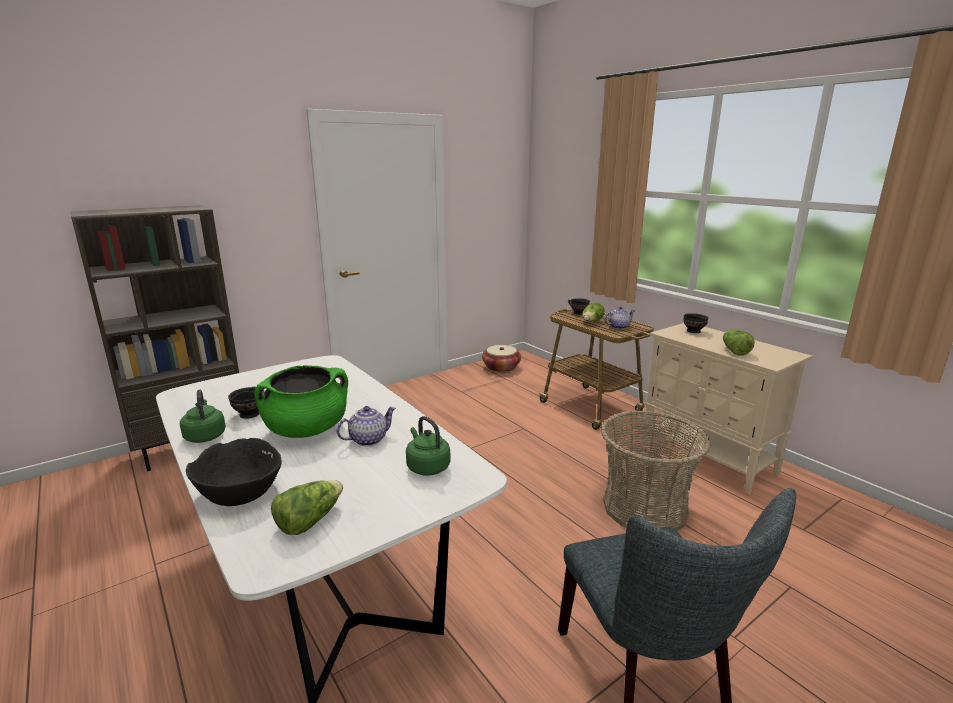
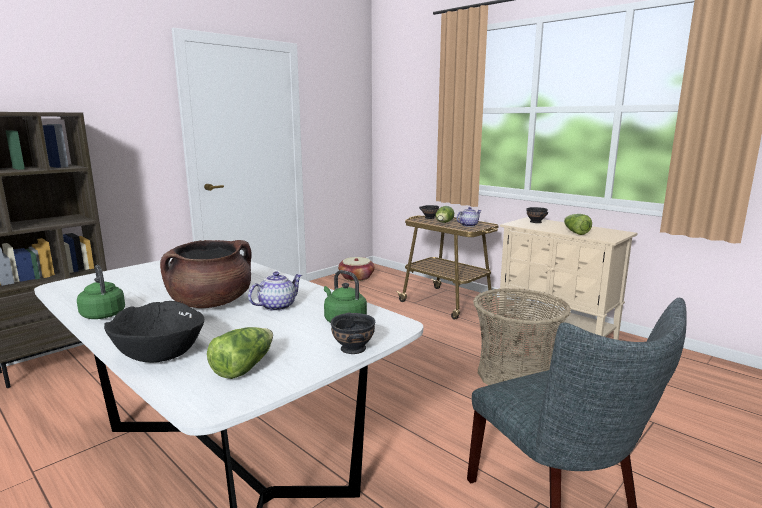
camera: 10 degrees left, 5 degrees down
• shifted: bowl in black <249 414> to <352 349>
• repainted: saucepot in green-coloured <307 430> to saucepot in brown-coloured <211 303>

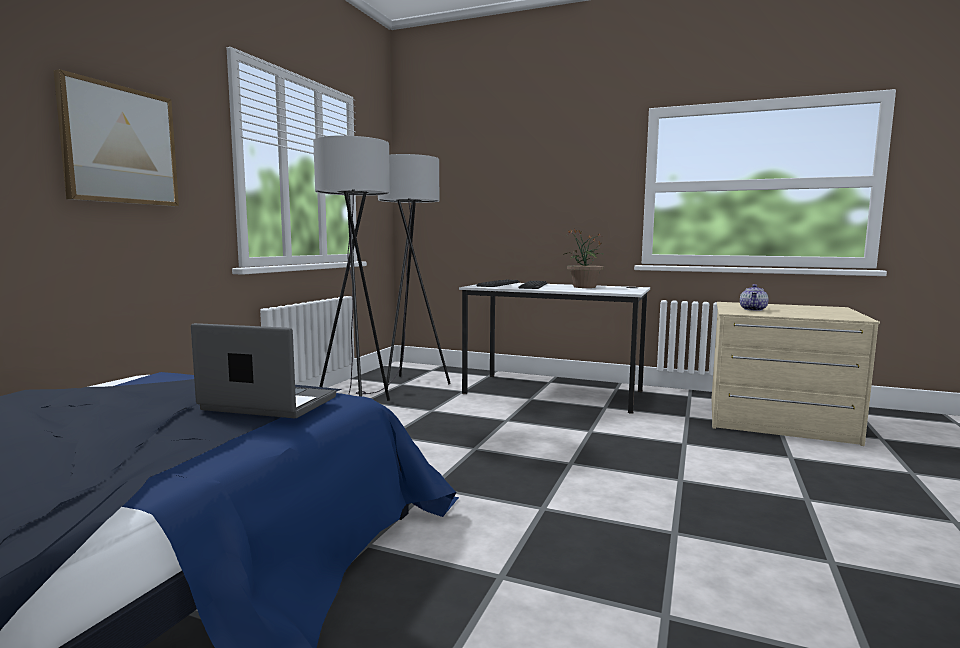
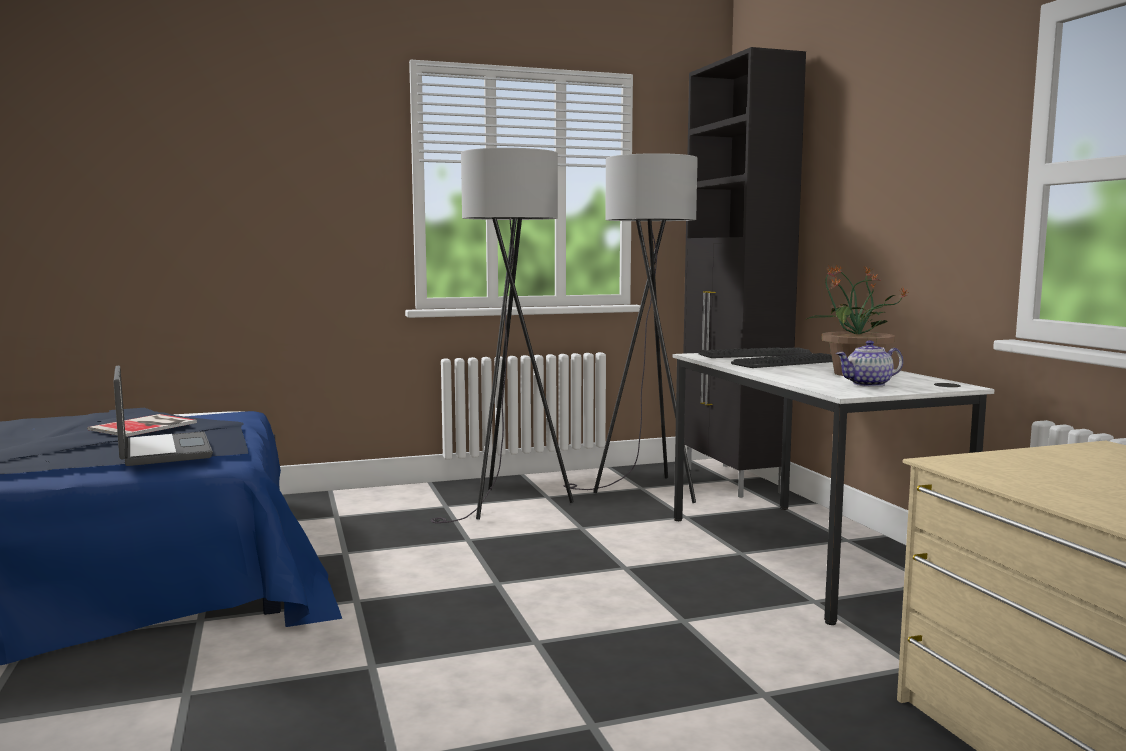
camera: 50 degrees right, 0 degrees up
• gone: picture <119 145>
• new: bound book <146 426>
• new: storage cabinet in black <732 481>
• shifted: teapot <753 309> to <868 384>

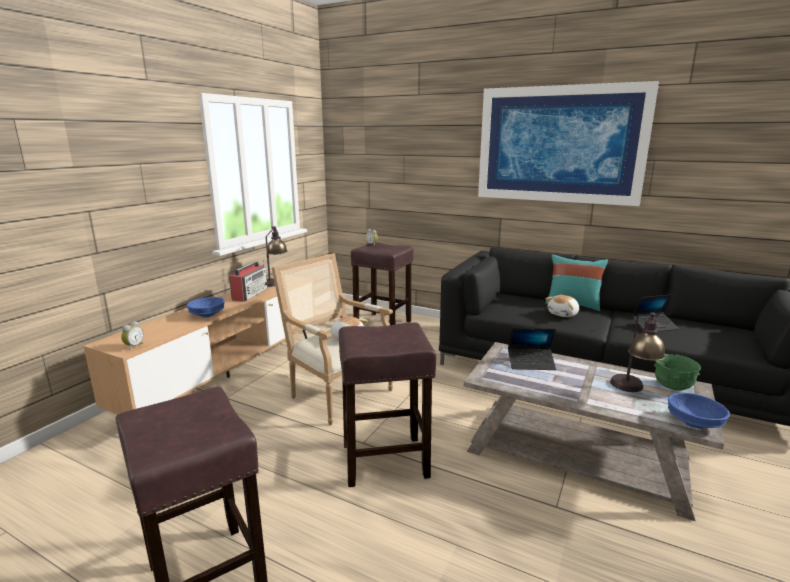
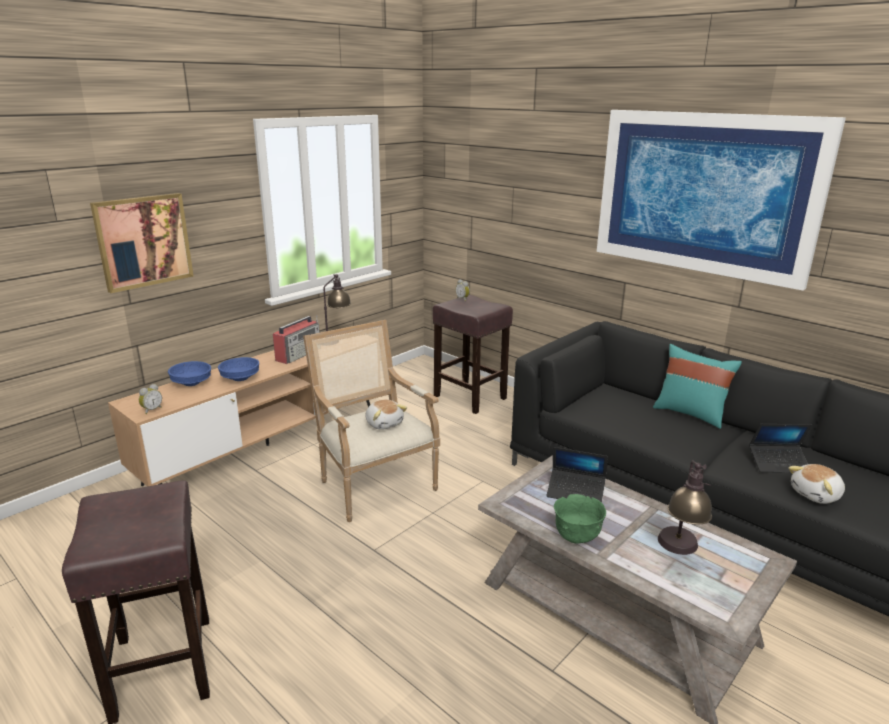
camera: 15 degrees right, 5 degrees up
• gone: stool seat in brown-coloured <386 460>
• new: picture <143 241>
• shifted: soft toy <563 314> to <816 495>
• shifted: bowl in green-coloured <672 387> to <577 536>
• shifted: bowl in blue <694 423> to <191 383>

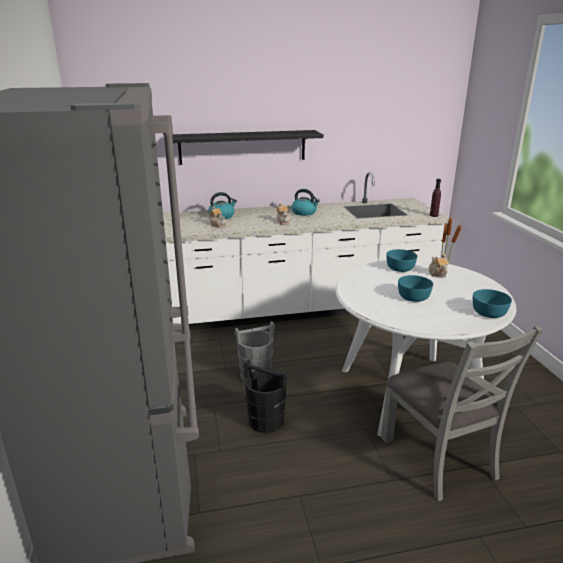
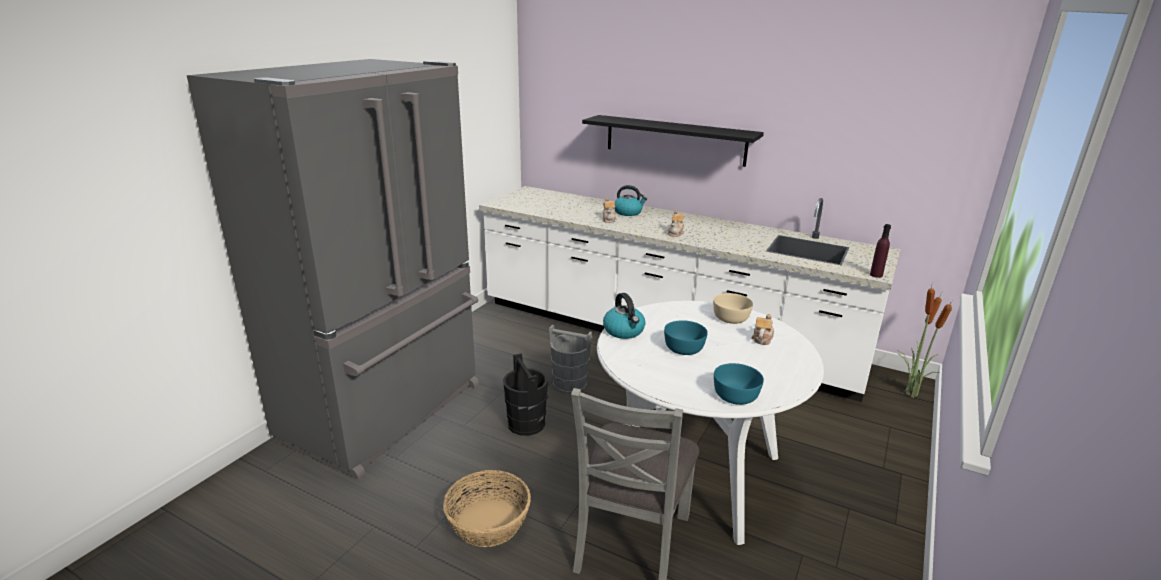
camera: 40 degrees right, 0 degrees up
• new: household basket <489 522>
• shifted: kettle <304 212> to <624 331>
• repainted: bowl in turquoise <400 268> to bowl in beige <731 318>

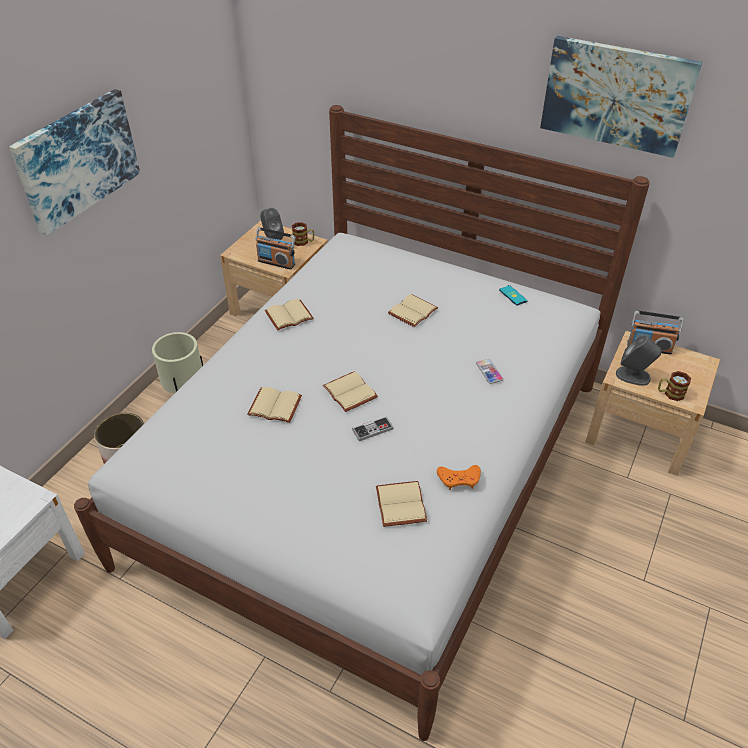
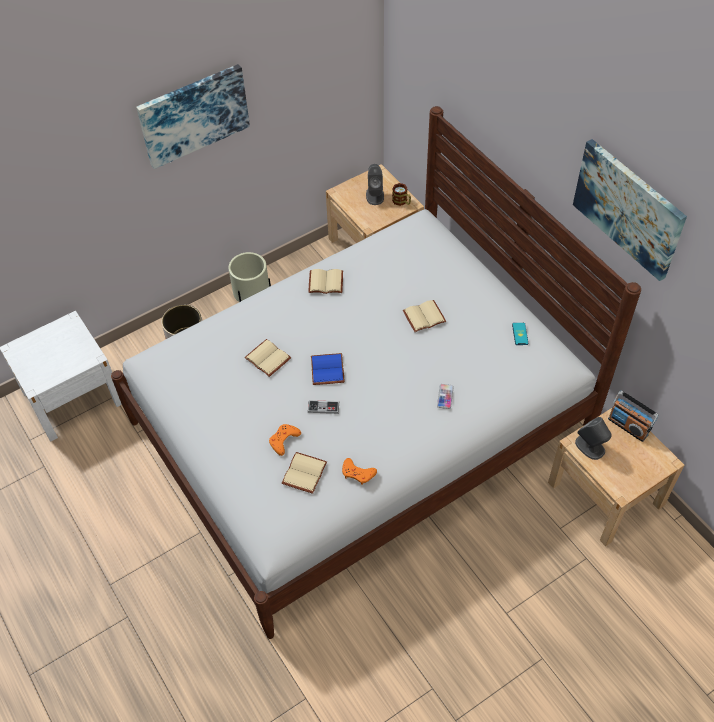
camera: 30 degrees right, 10 degrees up
• gone: radio set <276 262>
• gone: mug <670 393>
• new: joypad in orange-coloured <284 440>
• repainted: bound book in beige <351 392> to bound book in blue <328 370>

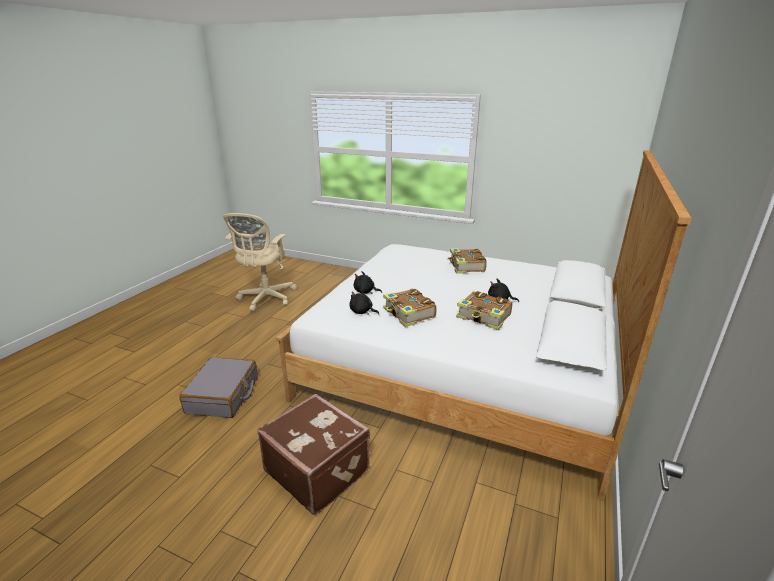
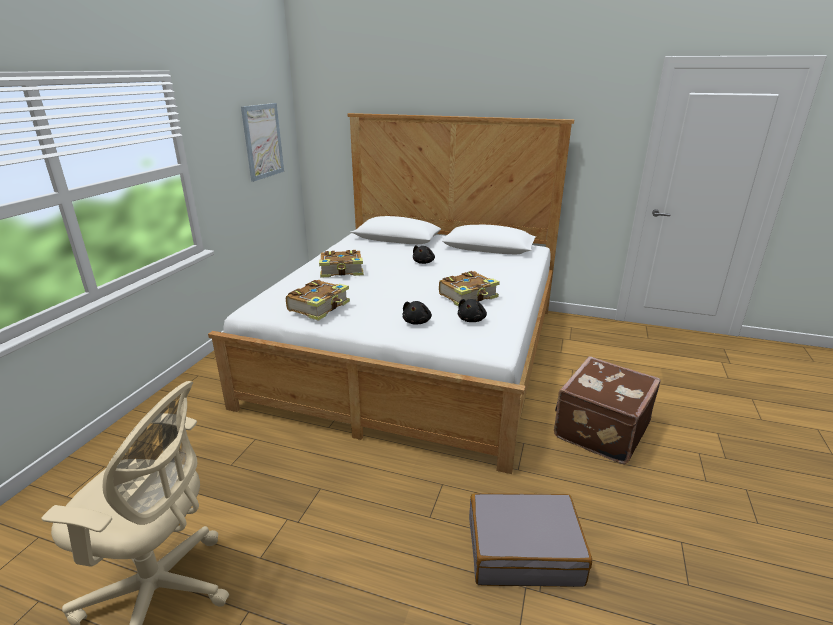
camera: 95 degrees left, 0 degrees up
• new: picture <263 141>
• shifted: bound book <484 317> to <320 307>

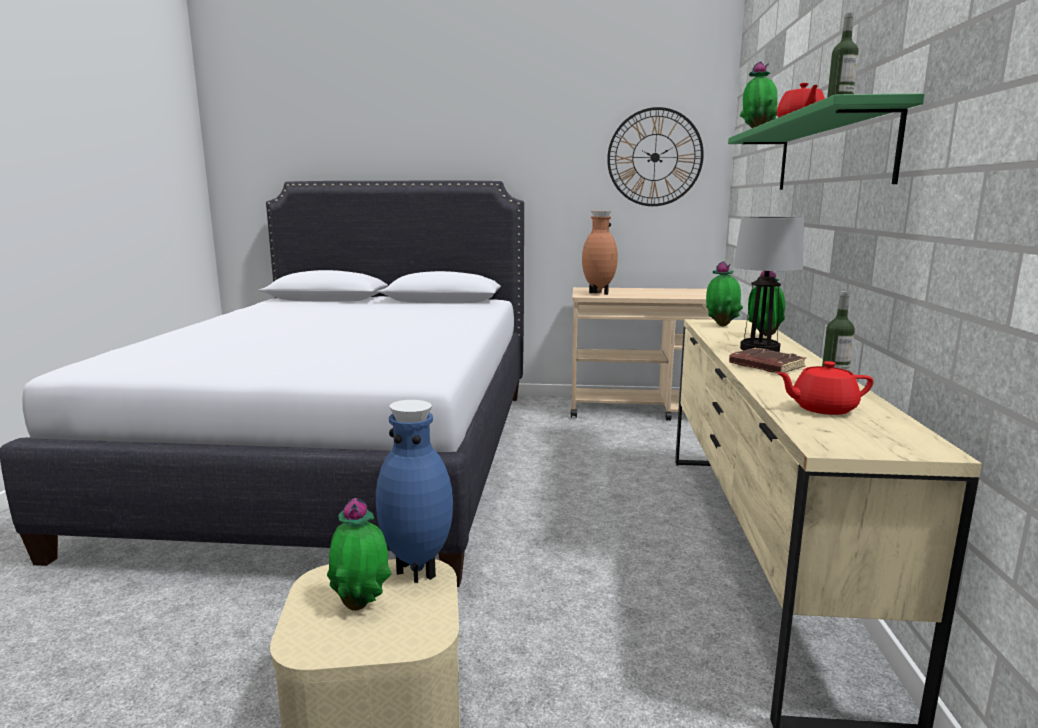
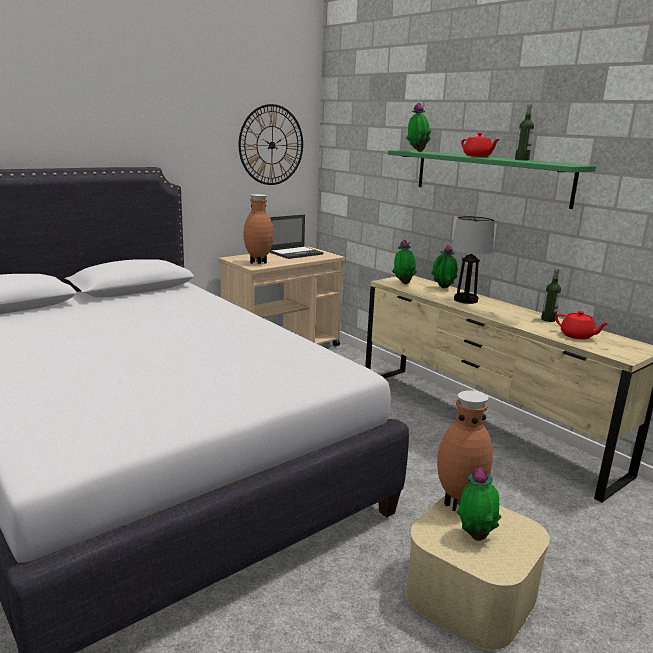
camera: 45 degrees left, 5 degrees up
• gone: bound book in brown-coloured <765 366>
• new: notebook computer <296 253>
• repainted: flower vase in blue <418 570> to flower vase in brown-coloured <458 503>
• rotated: teapot in red-coloured <822 408> = <577 336> 90 degrees counterclockwise

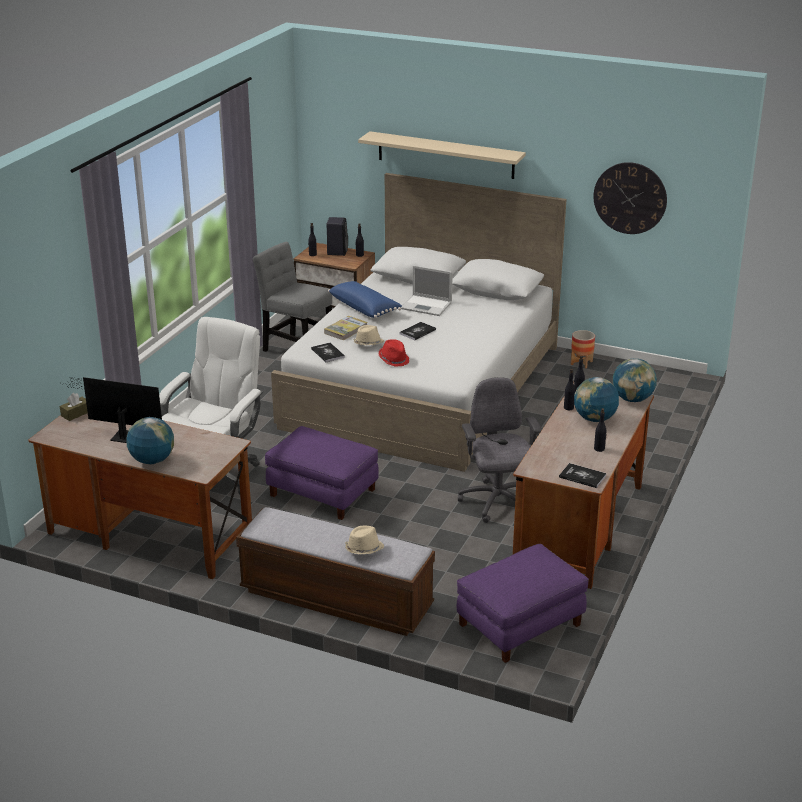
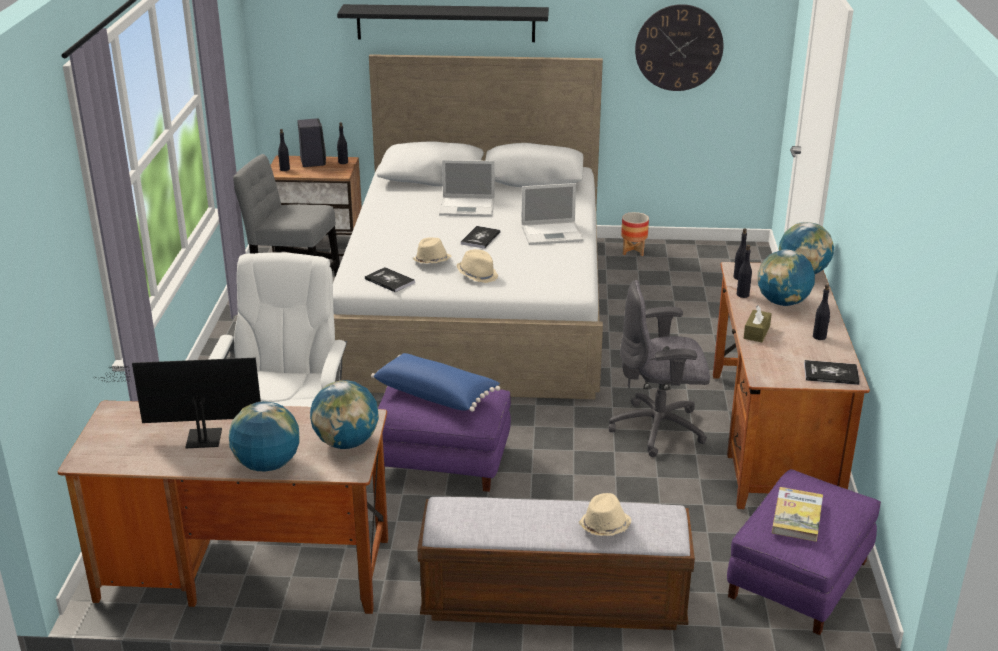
camera: 20 degrees left, 0 degrees up
• new: desk globe <346 442>
• new: notebook computer <553 233>
• shifted: tissue box in brown-coloured <76 413> to <756 332>
• shifted: bound book <346 330> to <797 517>
• shifted: pillow in blue <365 308> to <436 394>
• repainted: wall shelf in beige <445 155> to wall shelf in black <445 23>
• repainted: clothing hat in red-coloured <394 360> to clothing hat in beige <477 275>
• rotated: computer chair in grey <497 502> = <659 429> 60 degrees counterclockwise

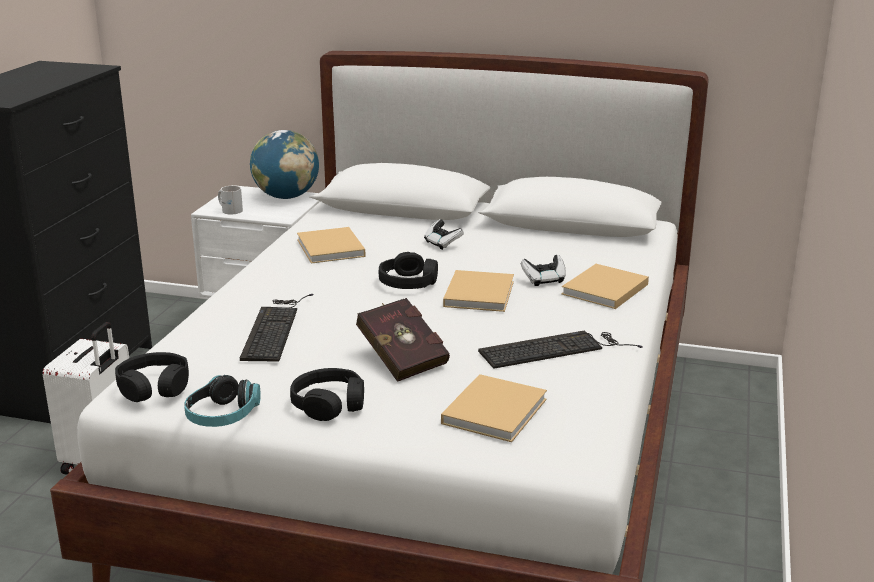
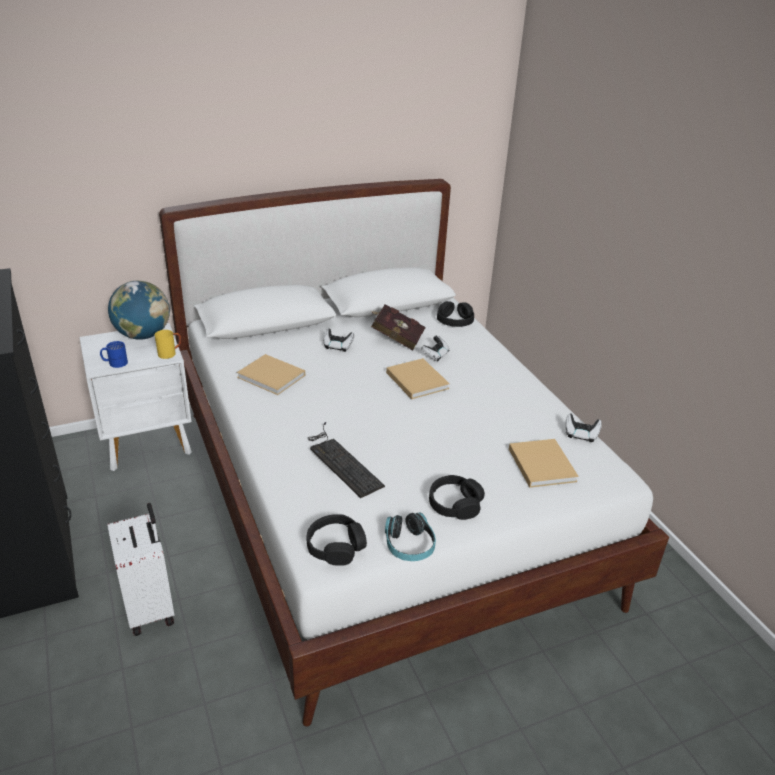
camera: 40 degrees left, 10 degrees up
• gone: PC keyboard <555 349>
• gone: bound book in beige <603 290>
• new: mug in yellow <170 353>
• new: joypad <581 435>
• shifted: bound book in red-coloured <401 358> to <395 338>
• shifted: pair of headphones in black <408 282> to <454 321>
• repainted: mug in white-coloured <230 209> to mug in blue <115 362>

